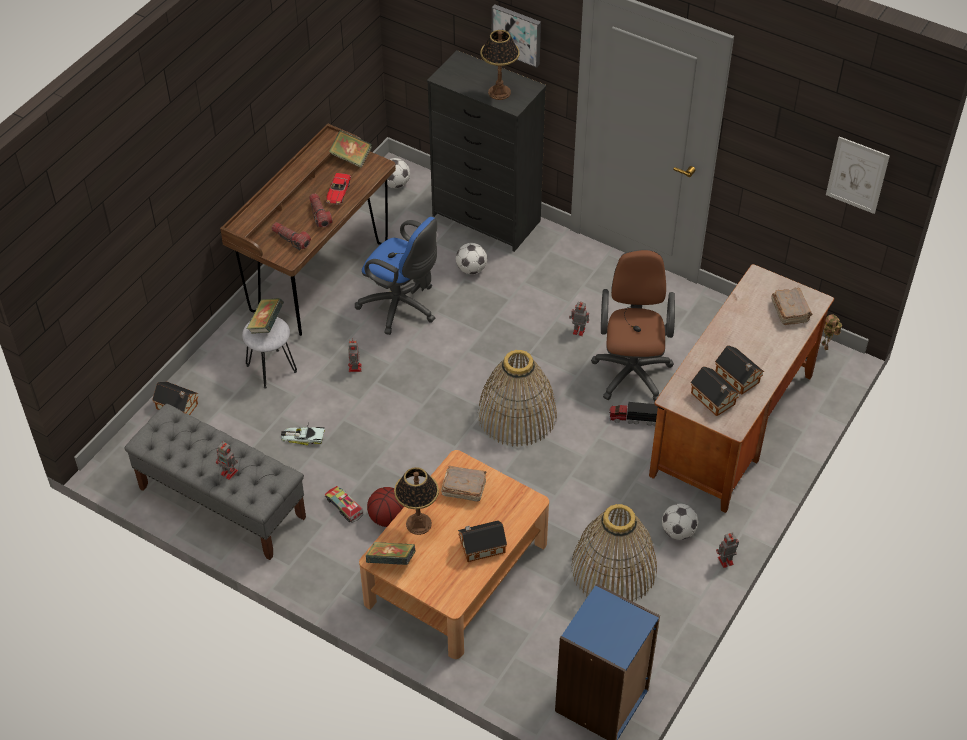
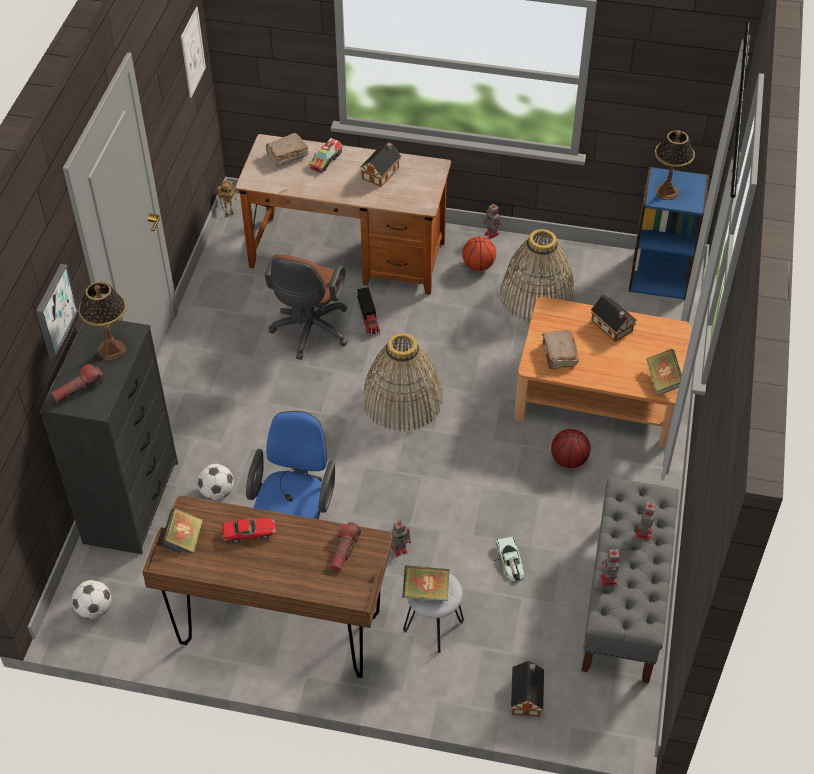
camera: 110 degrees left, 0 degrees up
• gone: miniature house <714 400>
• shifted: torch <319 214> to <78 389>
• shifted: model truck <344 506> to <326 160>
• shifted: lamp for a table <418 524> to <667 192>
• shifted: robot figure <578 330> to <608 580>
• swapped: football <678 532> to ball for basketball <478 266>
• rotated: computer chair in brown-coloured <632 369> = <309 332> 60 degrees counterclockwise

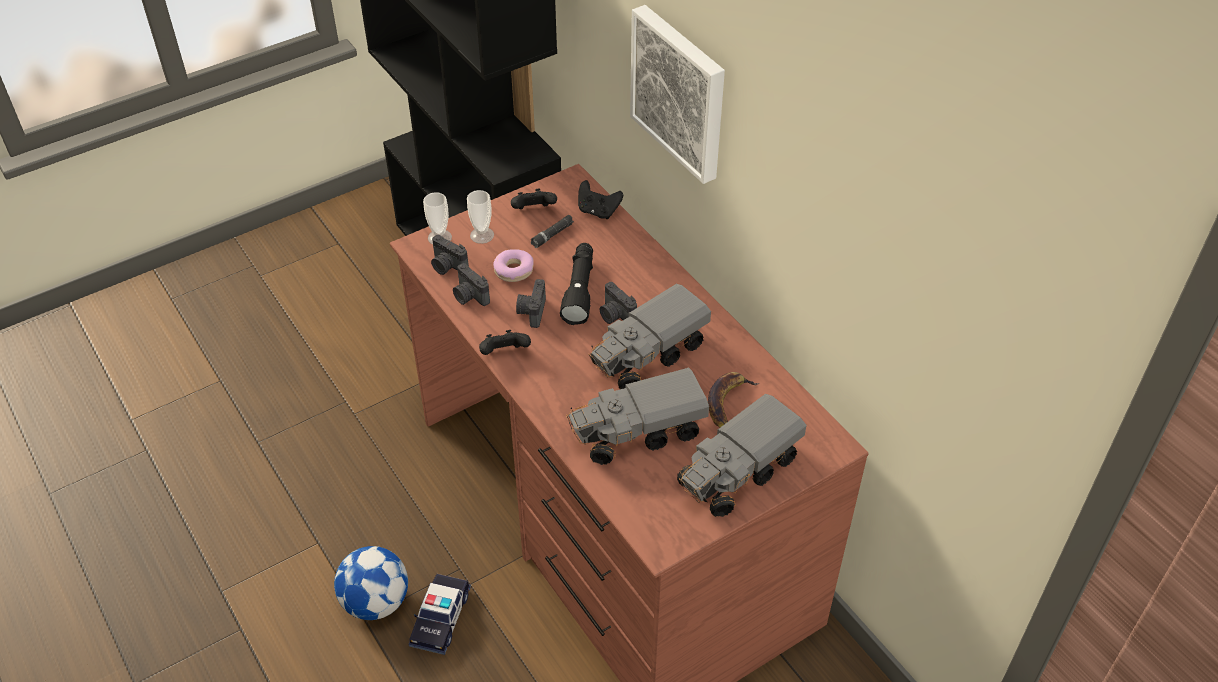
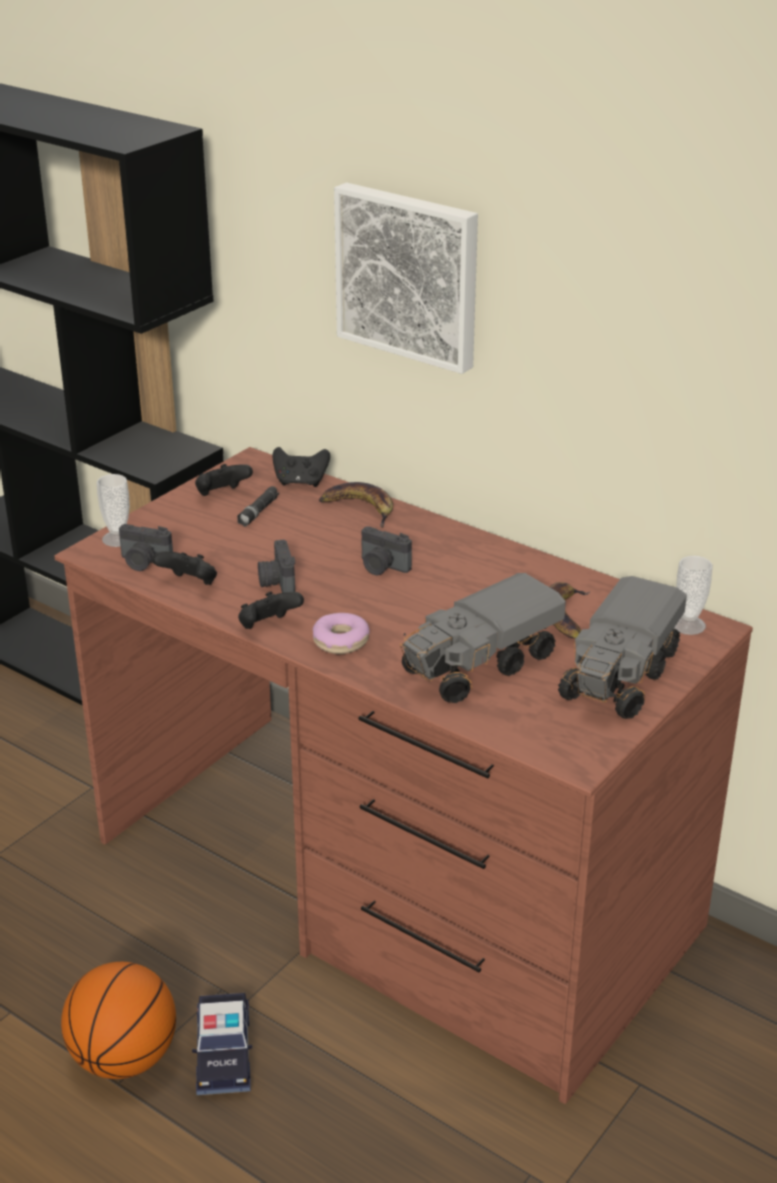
camera: 20 degrees left, 15 degrees down
• gone: torch in black <580 290>
• gone: model truck <647 355>
• new: banana fruit <360 508>
• shifted: cup <482 235> to <688 625>
• shifted: ring doughnut <514 270> to <341 641>
• swapped: football <375 602> to ball for basketball <124 1058>
• swapped: still camera <469 296> to joypad in black <189 584>

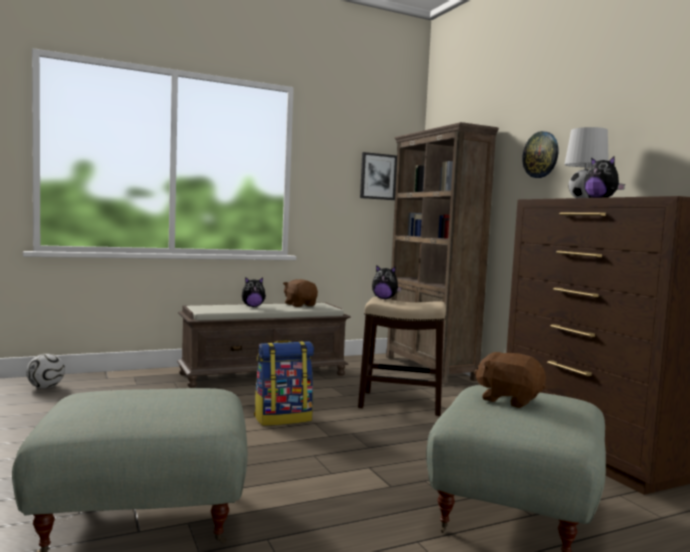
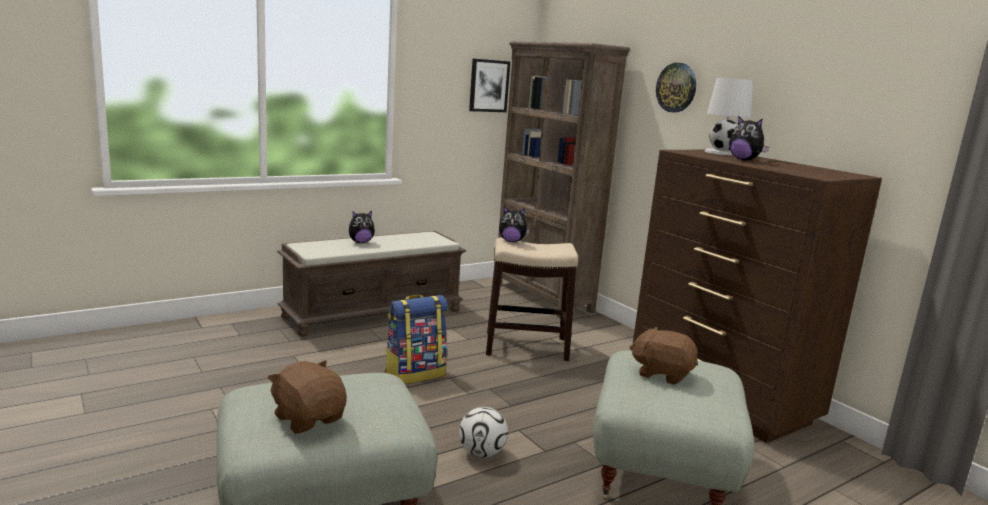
camera: 10 degrees left, 10 degrees up
• shifted: football <46 387> to <482 453>
• shifted: soft toy in brown-coloured <300 305> to <309 418>

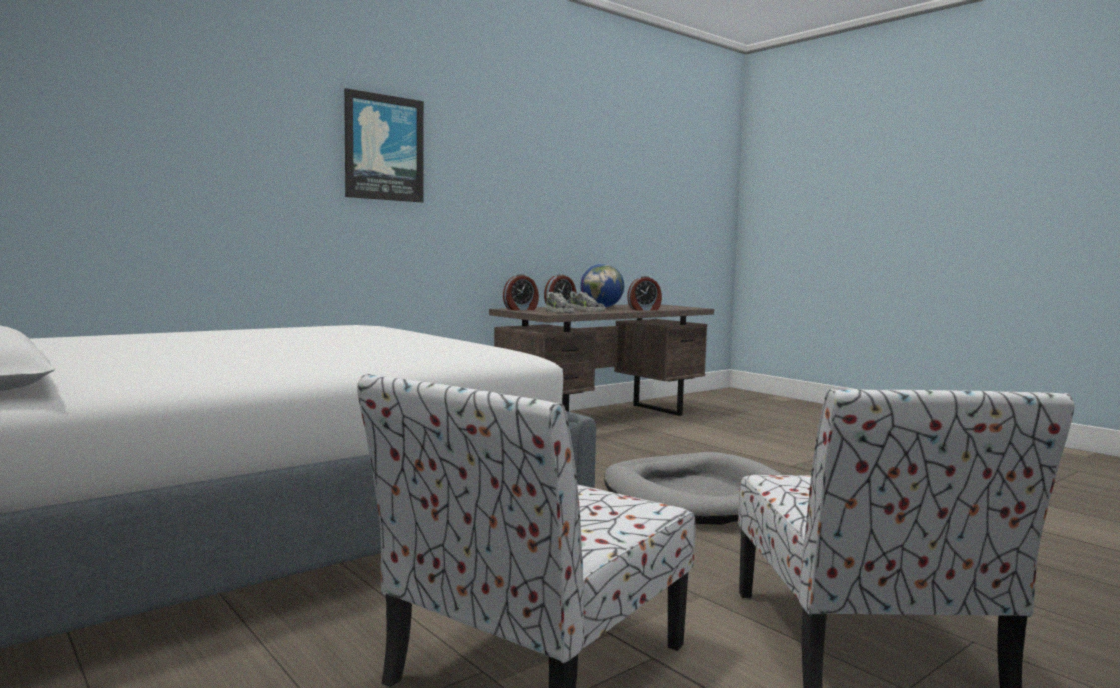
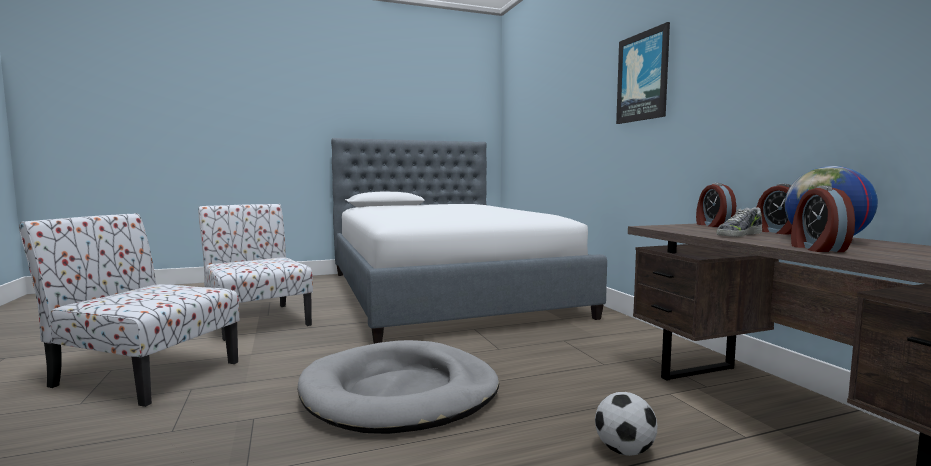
camera: 110 degrees right, 0 degrees up
• gone: shoe <558 311>
• new: football <624 450>

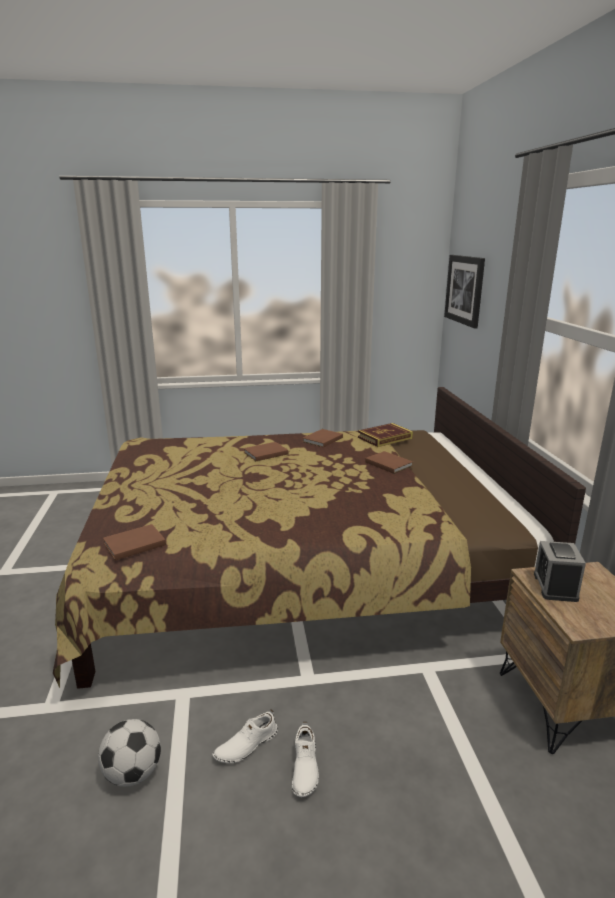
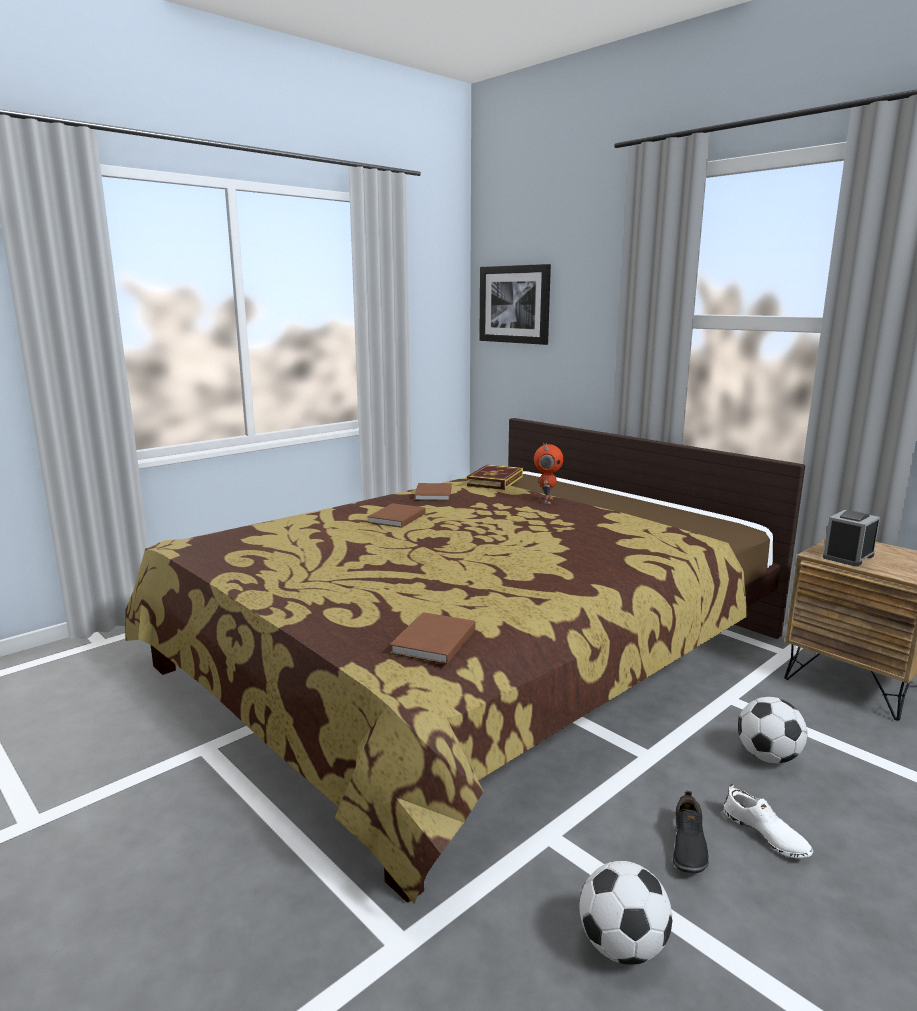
camera: 35 degrees left, 5 degrees down
• new: football <768 756>
• swapped: bound book in brown-coloured <388 463> to robot figure <546 500>
• repainted: shoe in white-coloured <246 745> to shoe in black <687 846>
• rotated: alarm clock <555 587> = <848 556> 75 degrees clockwise

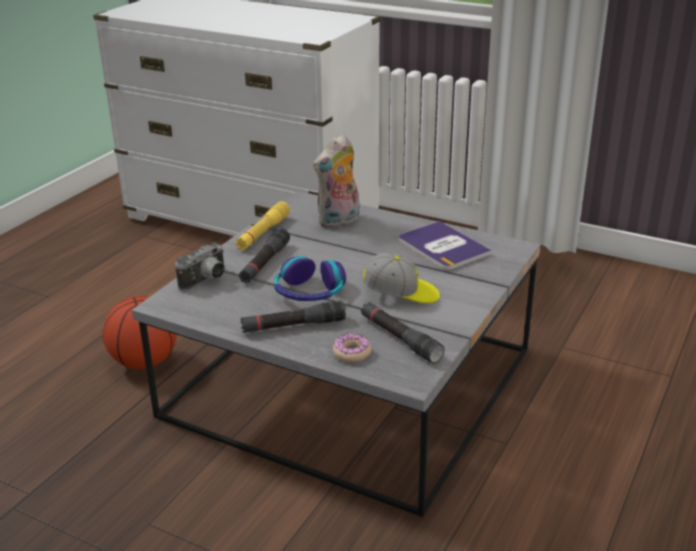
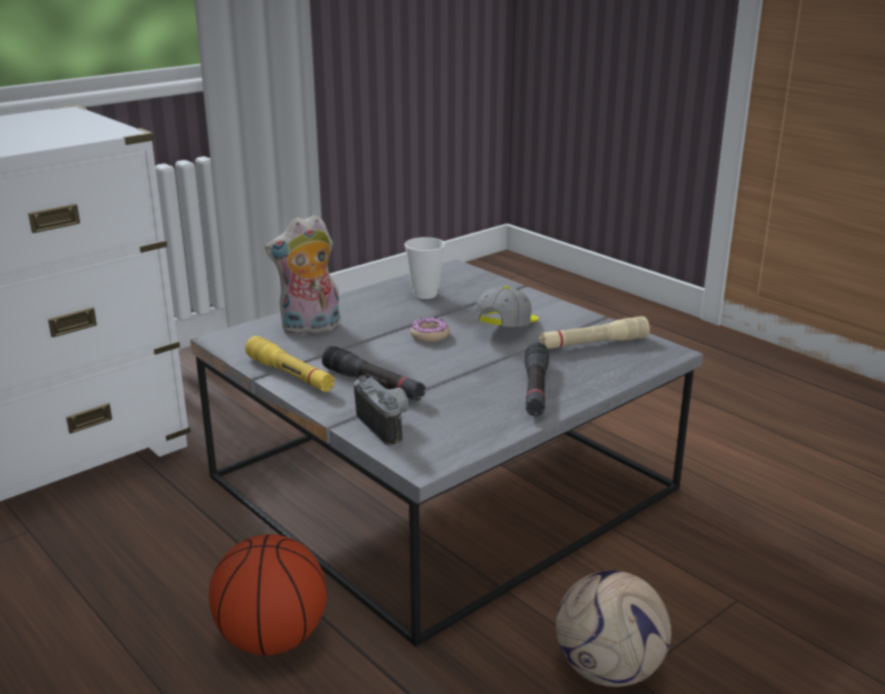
camera: 70 degrees left, 5 degrees down
• gone: pair of headphones <309 292>
• new: football <610 670>
• shifted: ring doughnut <352 353> to <430 335>
• swapped: bound book <442 247> to cup <425 294>
• repainted: torch in black <400 339> to torch in beige <593 344>
• rotated: soft toy <339 221> = <310 329> 90 degrees clockwise

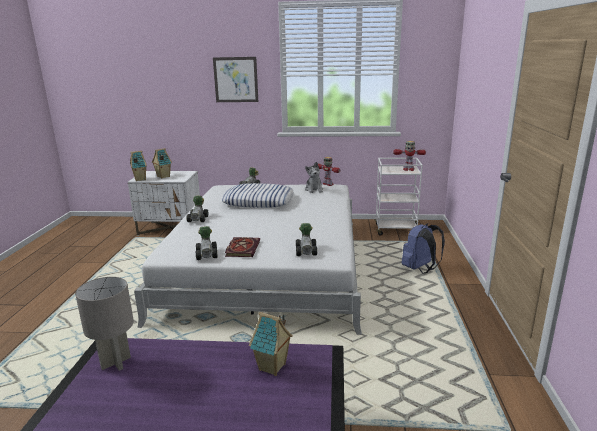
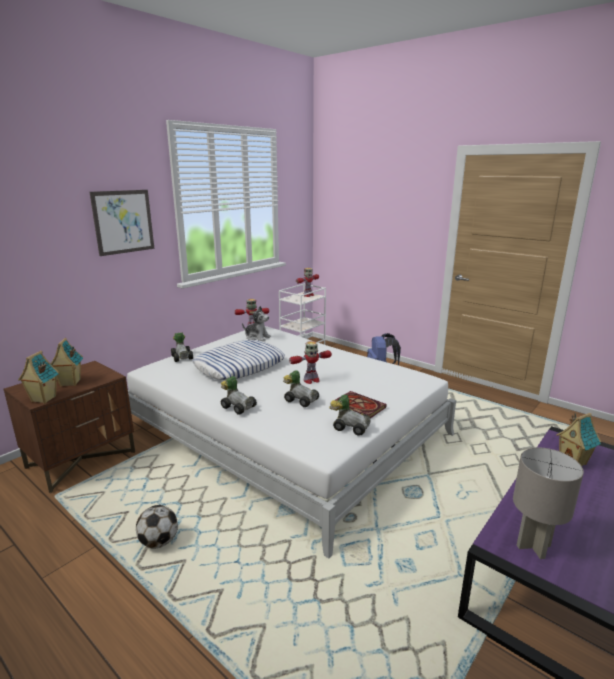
camera: 55 degrees left, 0 degrees up
• new: football <159 542>
• new: robot figure <311 380>
• shifted: toy car <307 251> to <300 399>
• repainted: night table in white-coloured <171 229> to night table in brown-coloured <82 459>

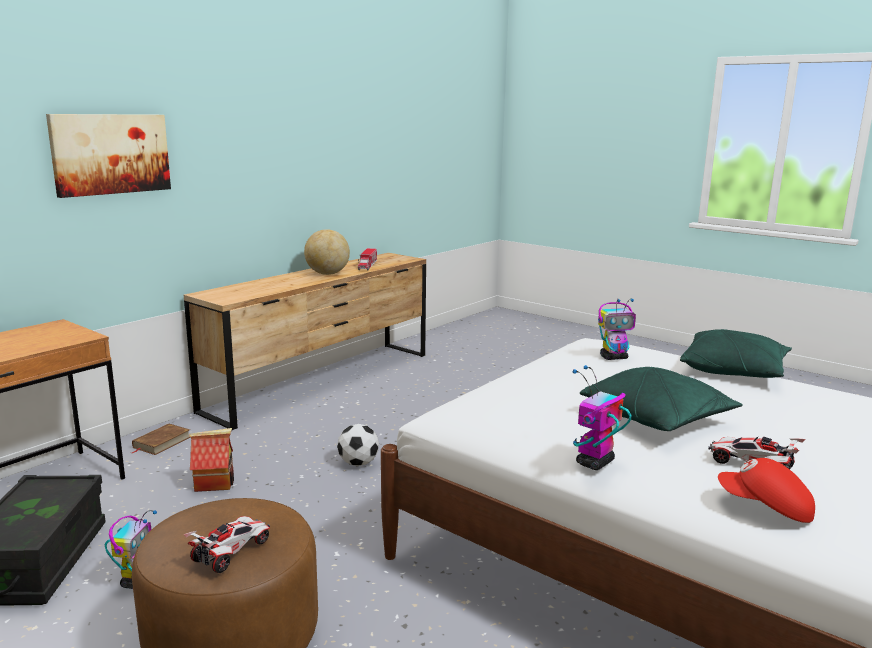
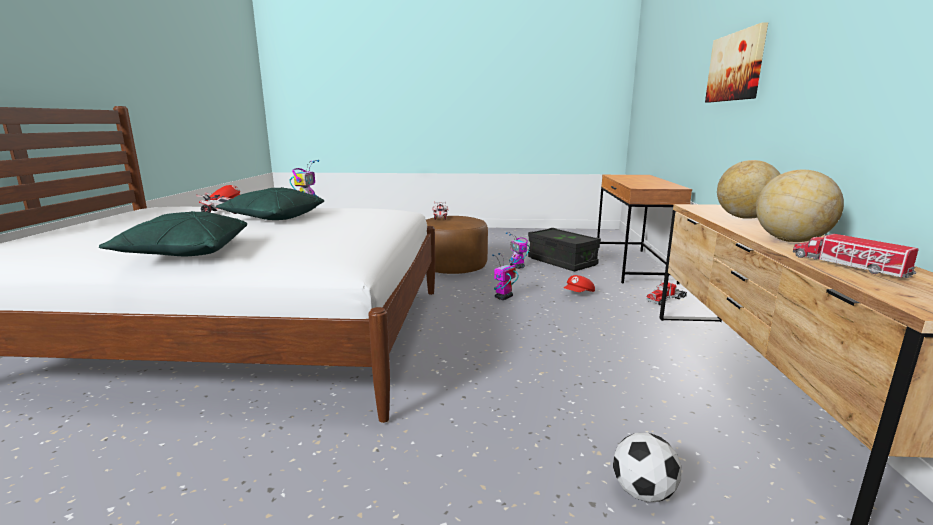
camera: 145 degrees right, 0 degrees up
• new: desk globe <744 218>
• shifted: football <358 463> to <643 492>
• shifted: robot figure <614 357> to <503 297>
• swapped: bound book in brown-coloured <161 442> to model truck <666 299>
• swapped: miniature house <215 483> to cap in red-coloured <579 294>

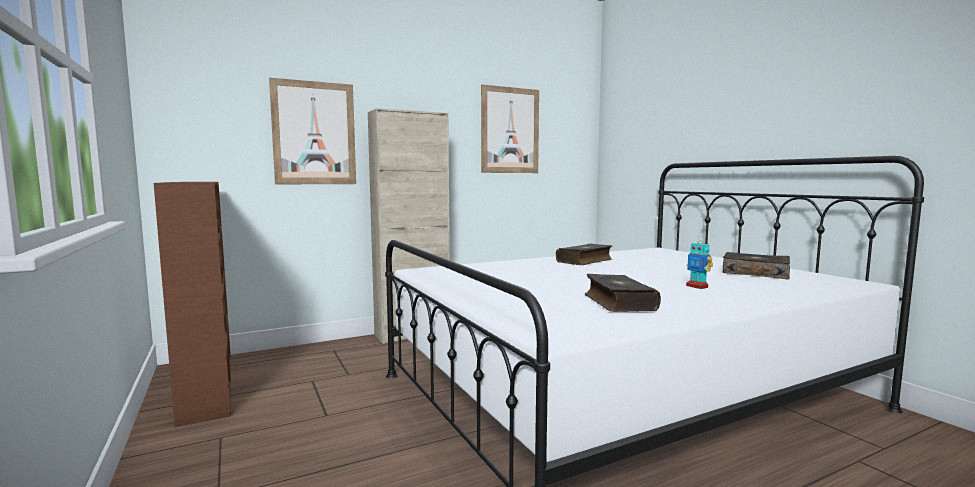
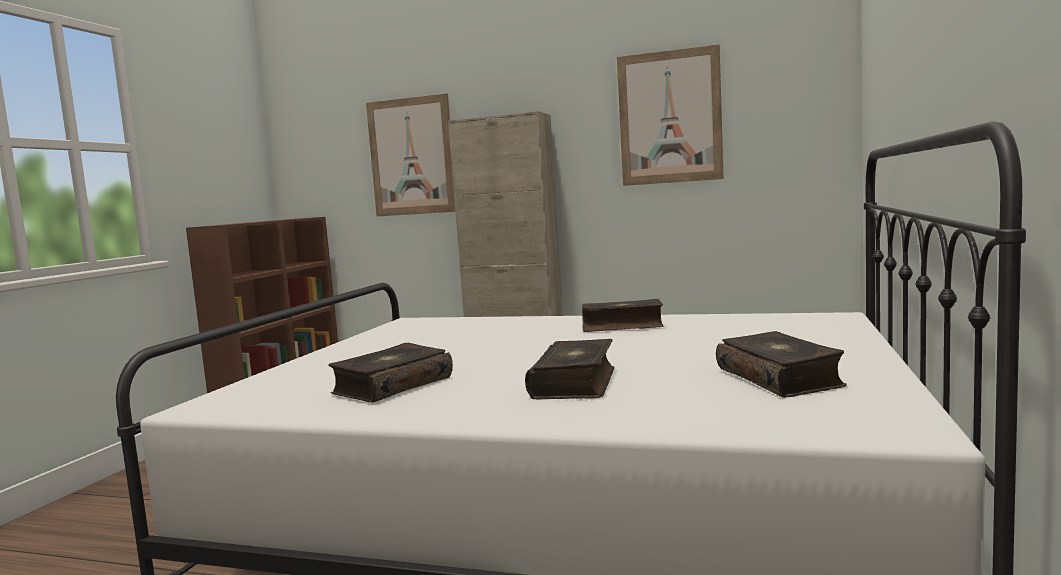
camera: 45 degrees right, 0 degrees up
• swapped: robot figure <697 286> to bound book <575 383>

